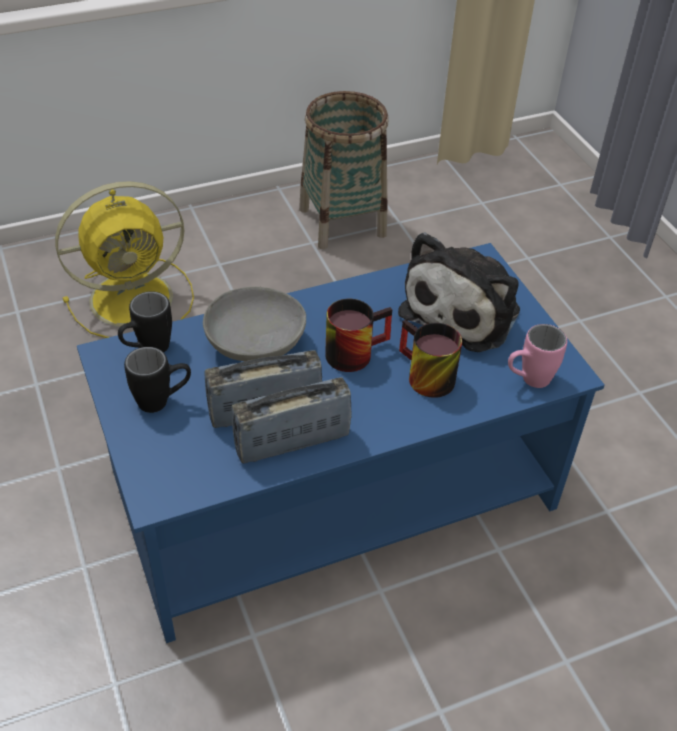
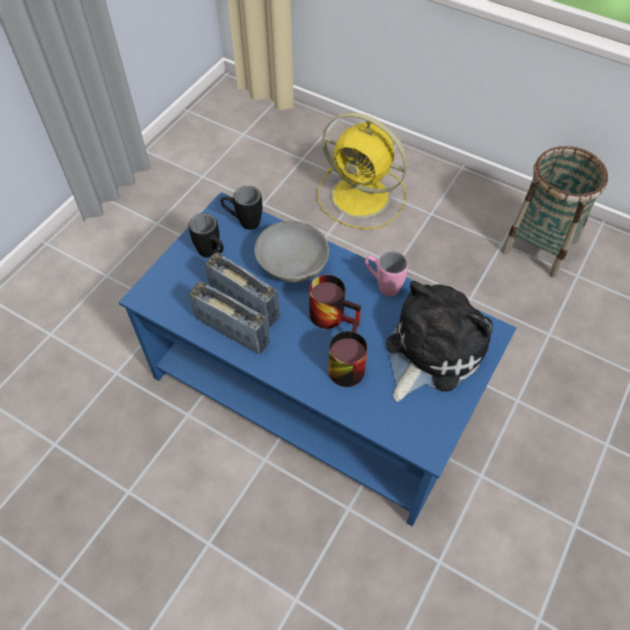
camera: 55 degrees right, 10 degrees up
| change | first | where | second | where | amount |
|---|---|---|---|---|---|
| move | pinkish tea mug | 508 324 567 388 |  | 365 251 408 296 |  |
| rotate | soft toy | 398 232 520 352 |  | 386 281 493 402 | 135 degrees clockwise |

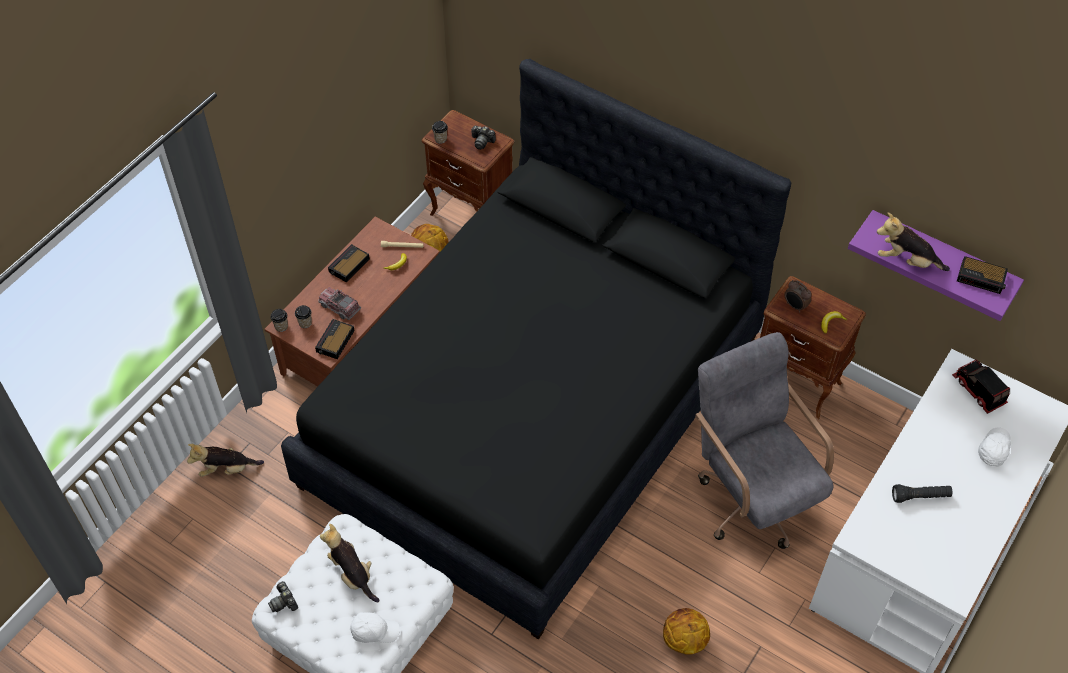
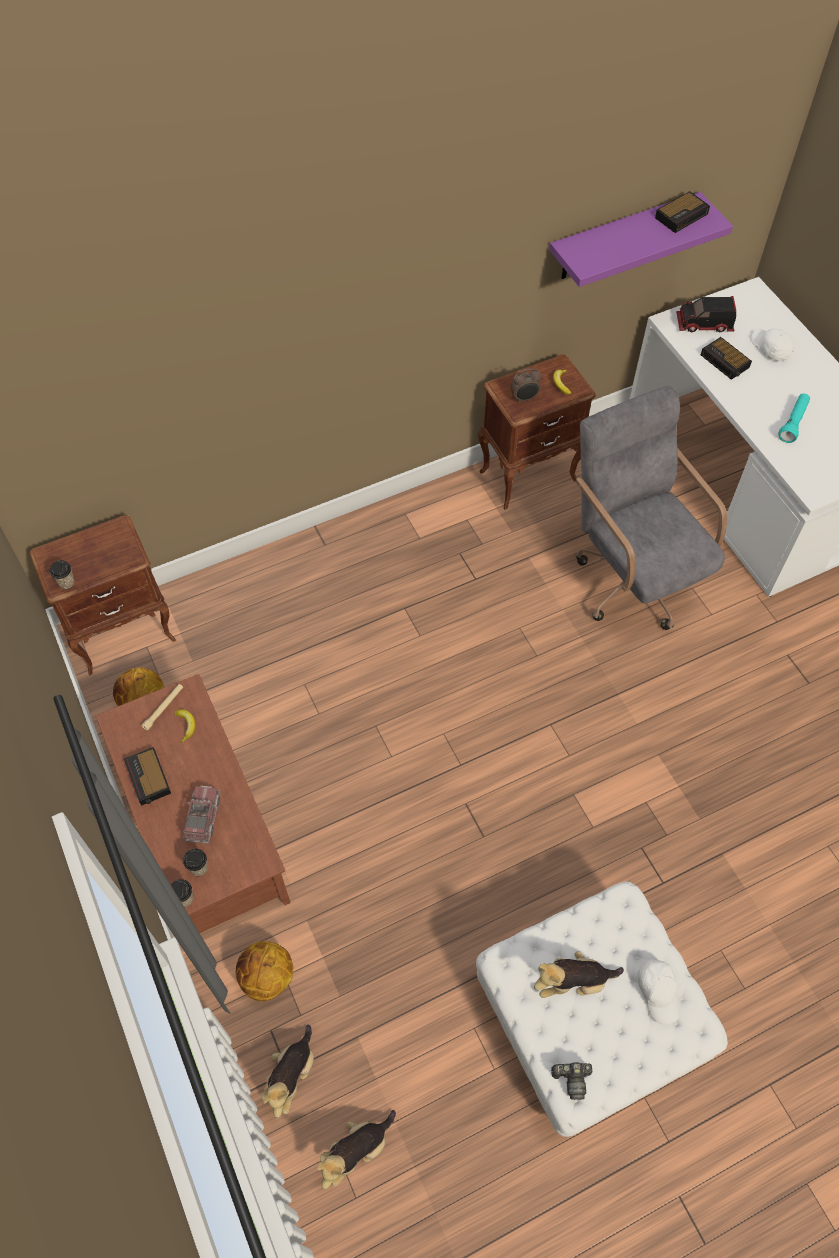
camera: 60 degrees left, 5 degrees up
| change | first | where | second | where | amount |
|---|---|---|---|---|---|
| delete | blackish bed | 281 59 791 640 |  |  |  |
| delete | photo camera | 471 126 496 150 |  |  |  |
| move | table clock | 315 319 355 359 |  | 701 337 752 380 |  |
| move | basketball | 663 608 710 655 |  | 236 941 293 1001 |  |
| move | soft toy | 877 212 950 271 |  | 317 1110 396 1189 |  |
| recolor | blackish flashlight | 892 484 952 503 | blue-green flashlight | 778 394 810 443 |  |
| rotate | toy truck | 318 287 361 320 |  | 183 786 220 844 | 120 degrees clockwise |
| rotate | white-coloured peaked cap | 350 612 400 643 |  | 638 959 680 1025 | 135 degrees clockwise |
| rotate | grey desk chair | 695 332 834 549 |  | 576 386 727 630 | 60 degrees clockwise |

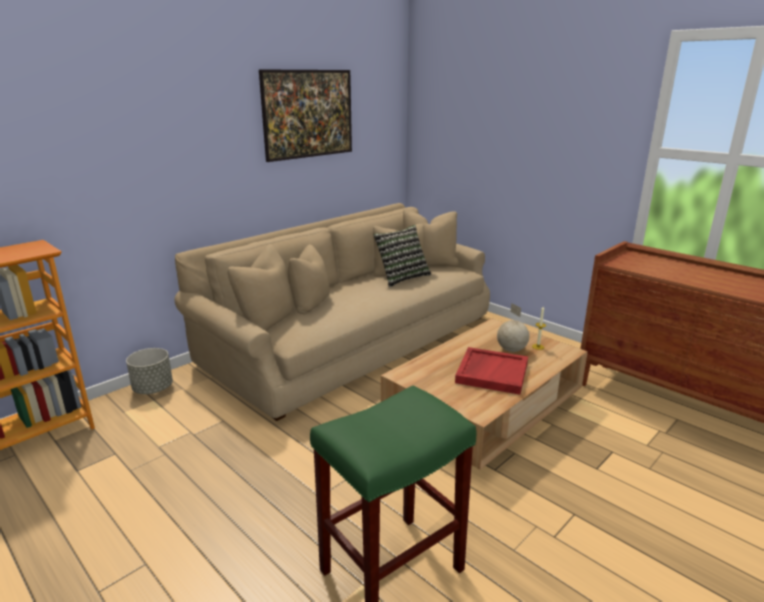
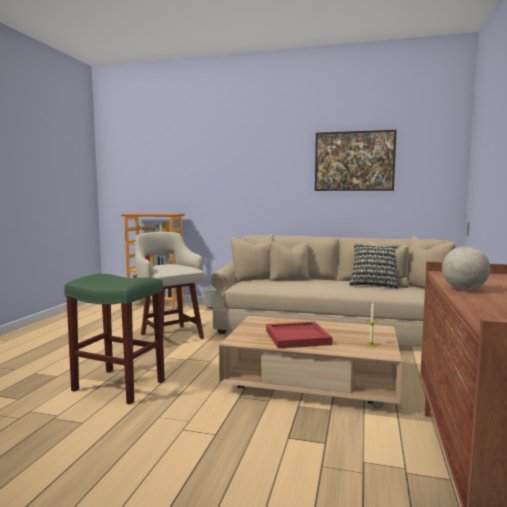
camera: 60 degrees right, 15 degrees down
| change | first | where | second | where | amount |
|---|---|---|---|---|---|
| insert |  |  | sand-coloured sitting stool | 135 232 205 339 |  |
| move | world globe | 497 303 529 352 |  | 442 222 490 290 |  |

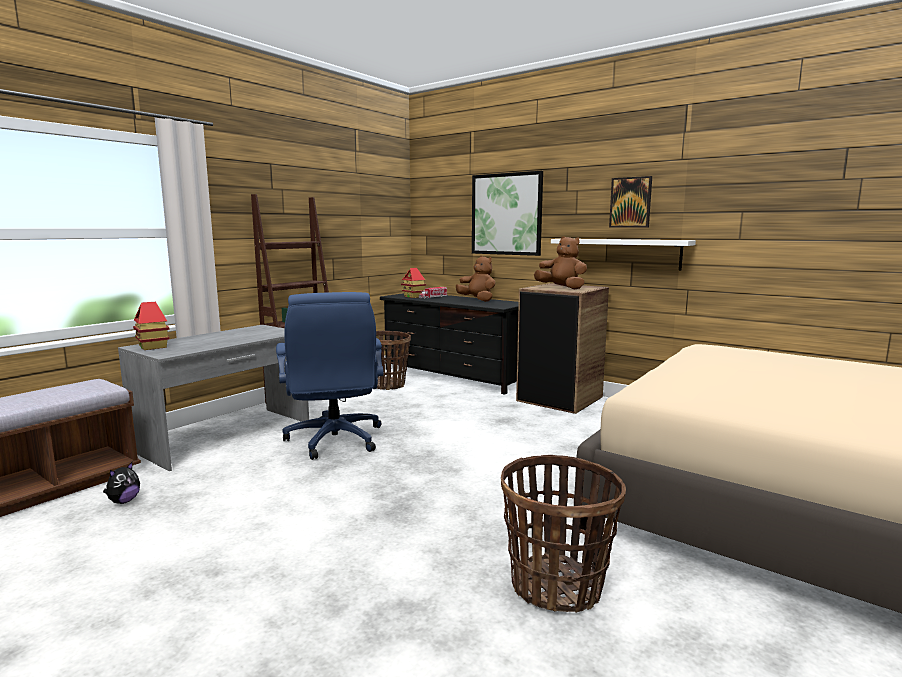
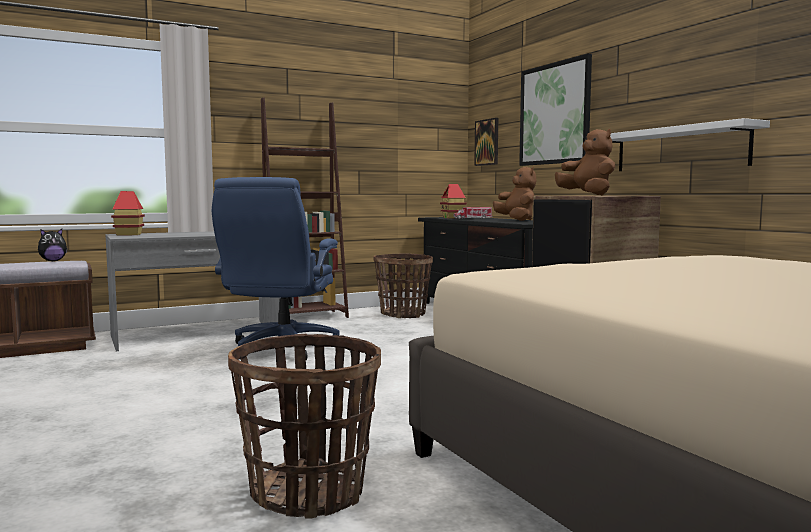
camera: 25 degrees right, 5 degrees down
| change | first | where | second | where | amount |
|---|---|---|---|---|---|
| move | soft toy | 103 462 140 504 |  | 38 229 68 261 |  |
| move | wall picture | 609 176 652 227 |  | 474 118 498 166 |  |

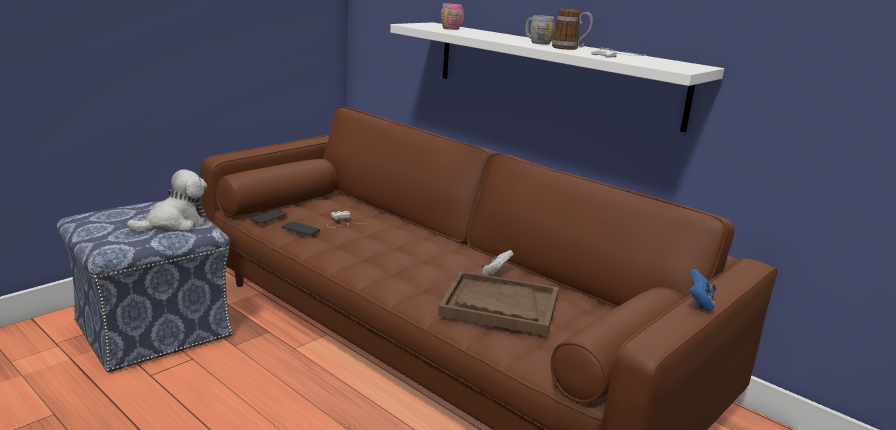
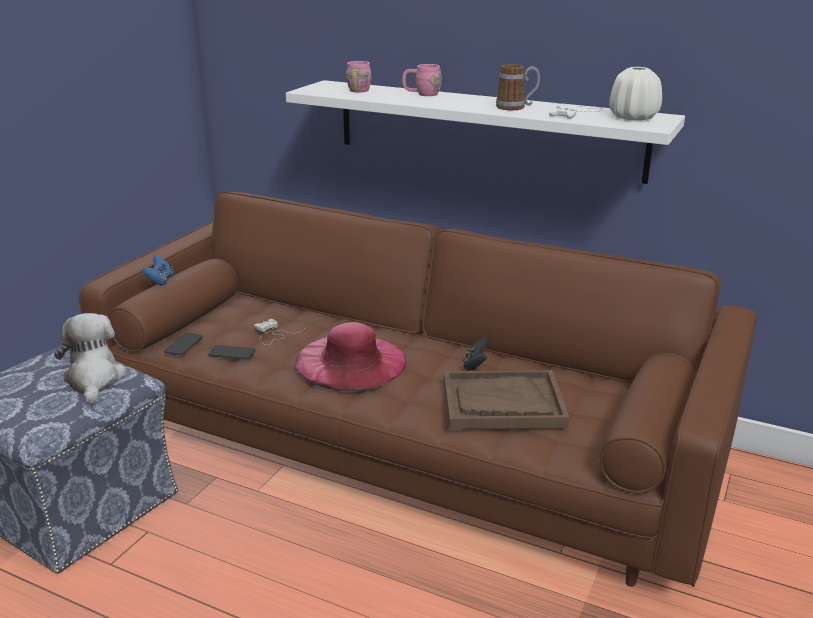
camera: 15 degrees left, 5 degrees up
| change | first | where | second | where | amount |
|---|---|---|---|---|---|
| delete | grey tea mug | 525 15 555 45 |  |  |  |
| insert |  |  | pinkish hat | 295 322 407 391 |  |
| insert |  |  | pinkish tea mug | 402 64 442 96 |  |
| insert |  |  | white-coloured vase | 609 67 662 121 |  |
| move | bluish joypad | 689 269 716 311 |  | 142 255 174 285 |  |
| recolor | white-coloured joypad | 482 250 513 276 | blackish joypad | 463 337 489 371 |  |
| rotate | soft toy | 127 170 207 232 |  | 54 313 126 405 | 45 degrees counterclockwise |

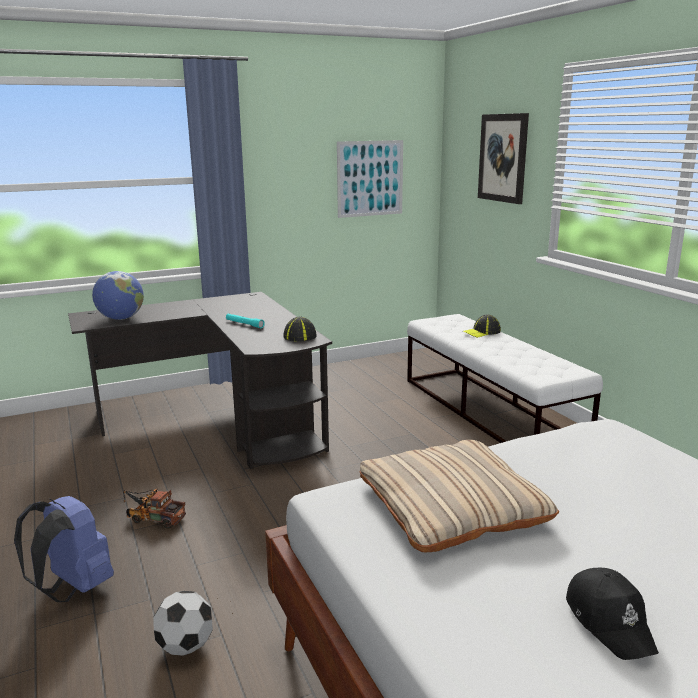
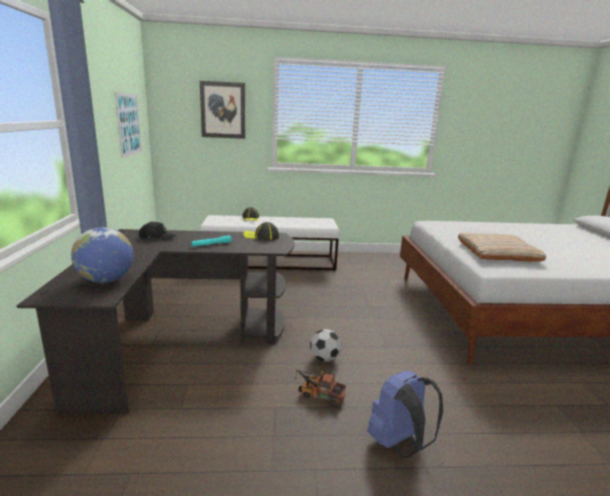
camera: 70 degrees left, 0 degrees up
| change | first | where | second | where | amount |
|---|---|---|---|---|---|
| move | football ball | 153 591 213 656 |  | 310 329 342 362 |  |
| move | blackish peaked cap | 566 568 659 660 |  | 138 222 176 241 |  |
| rotate | toy truck | 123 489 186 529 |  | 295 370 346 406 | 75 degrees clockwise |

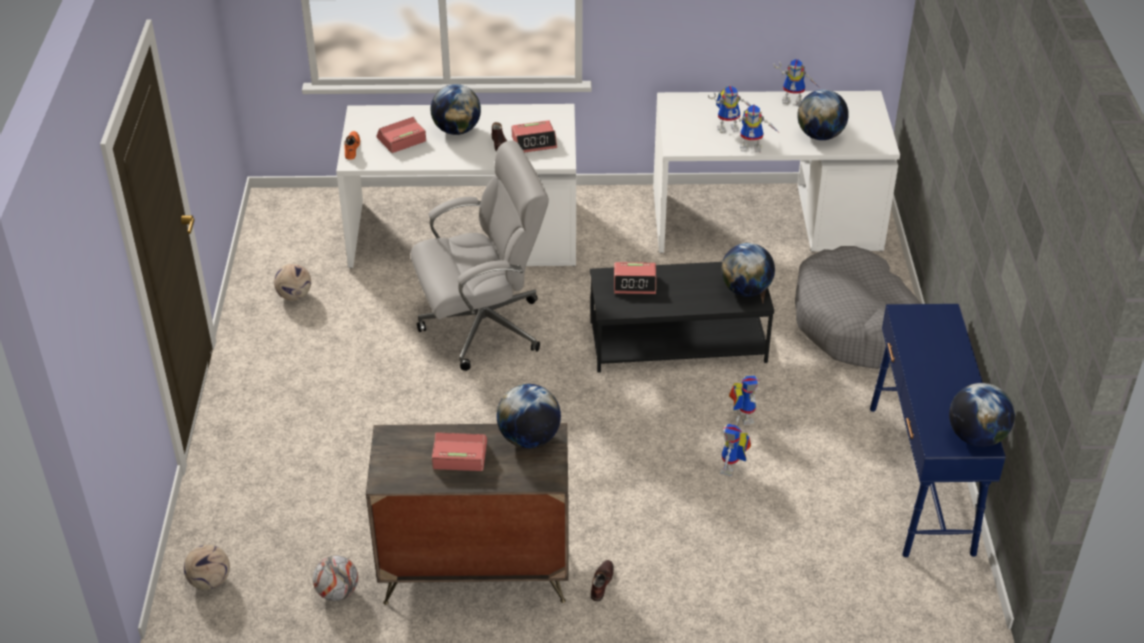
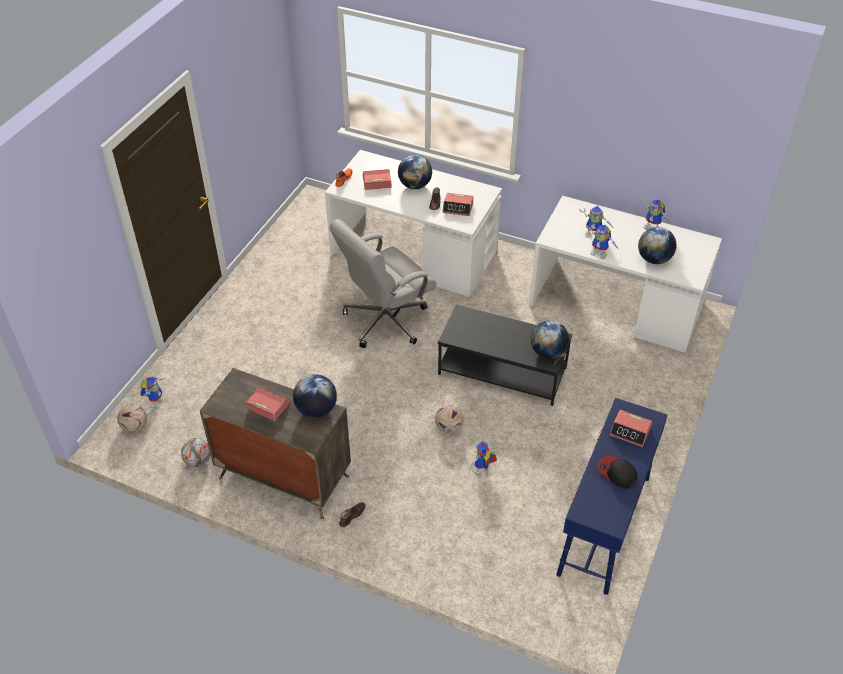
camera: 25 degrees right, 5 degrees up
| change | first | where | second | where | amount |
|---|---|---|---|---|---|
| delete | grey pet bed | 795 246 921 369 |  |  |  |
| delete | world globe | 949 383 1015 447 |  |  |  |
| insert |  |  | peaked cap | 597 455 638 489 |  |
| move | football ball | 274 264 311 301 |  | 435 405 463 433 |  |
| move | table clock | 614 262 656 294 |  | 610 410 652 447 |  |
| move | toy robot | 729 375 760 425 |  | 141 376 165 409 |  |
| rotate | grey desk chair | 410 141 549 371 |  | 330 219 437 348 | 135 degrees clockwise |

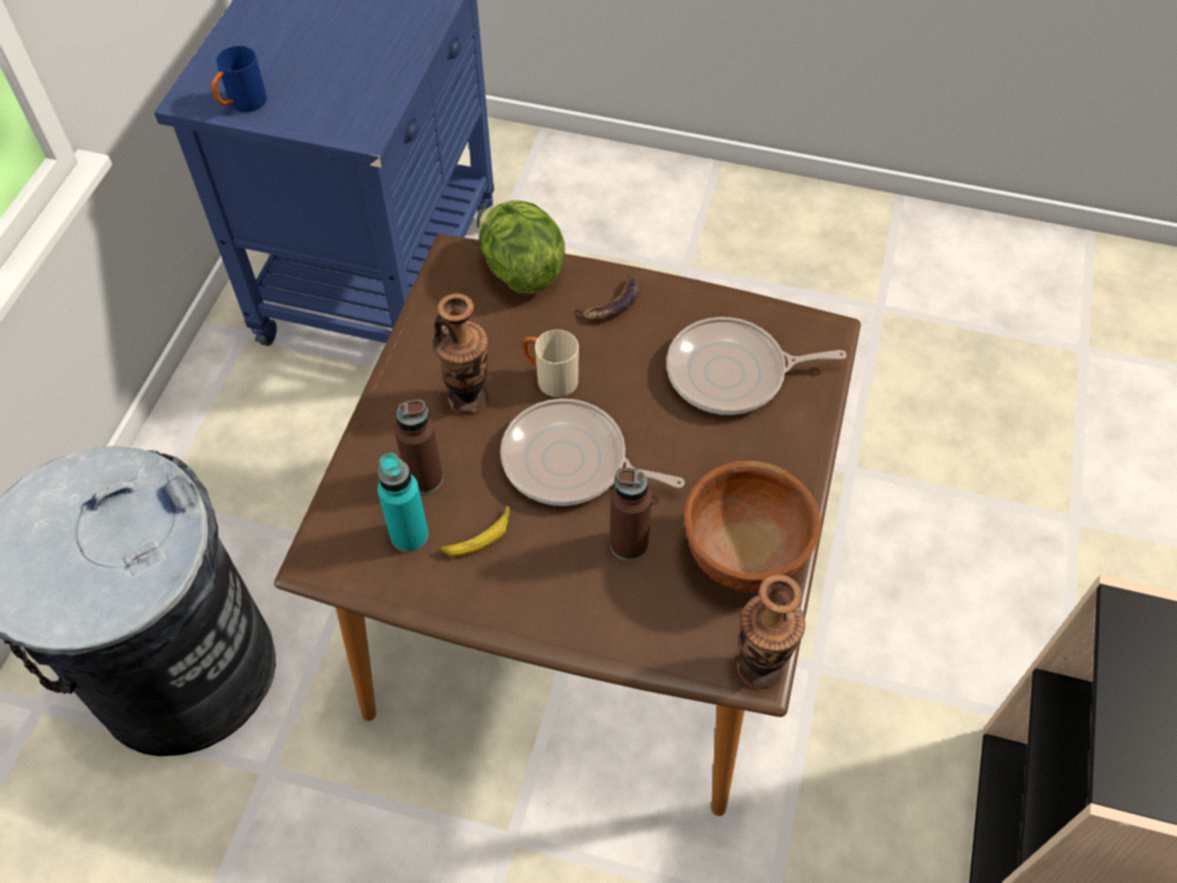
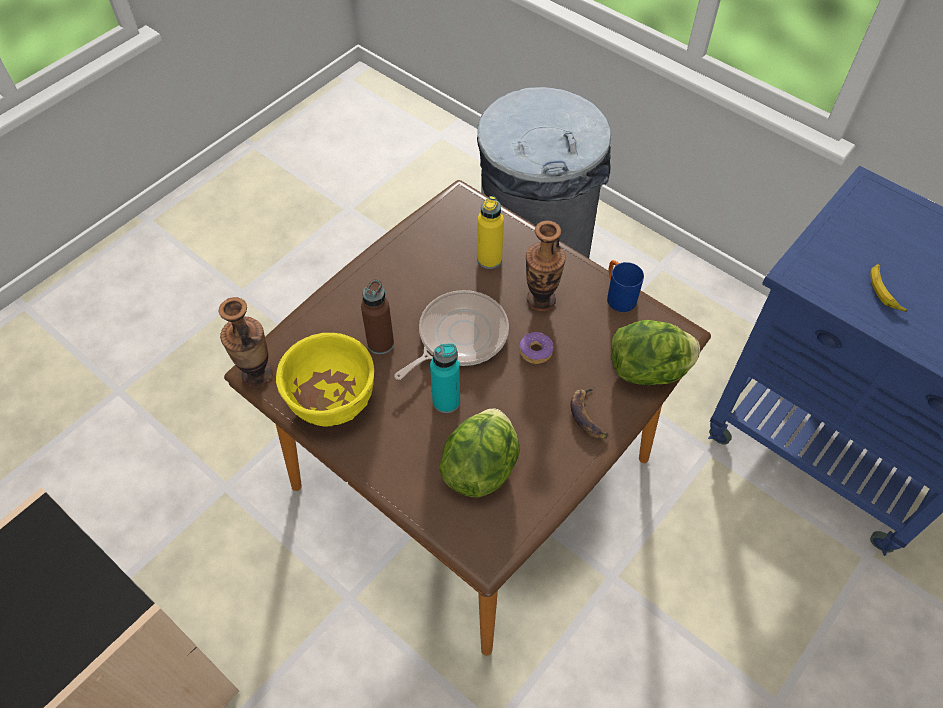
camera: 115 degrees right, 0 degrees up
| change | first | where | second | where | amount |
|---|---|---|---|---|---|
| move | bluish tea mug | 212 46 267 112 |  | 607 260 644 312 |  |
| move | blue-green drink bottle | 377 453 429 552 |  | 430 343 460 413 |  |
| move | banana fruit | 440 505 510 557 |  | 870 264 908 312 |  |
| replace | sand-coloured tea mug | 523 330 579 397 | doughnut | 519 332 553 364 |  |
| replace | pan | 667 317 847 415 | head of lettuce | 438 408 520 497 |  |
| recolor | brown-coloured drink bottle | 394 399 443 494 | yellow-coloured drink bottle | 477 196 504 269 |  |
| recolor | brown-coloured bowl | 684 461 821 592 | yellow-coloured bowl | 276 333 374 426 |  |

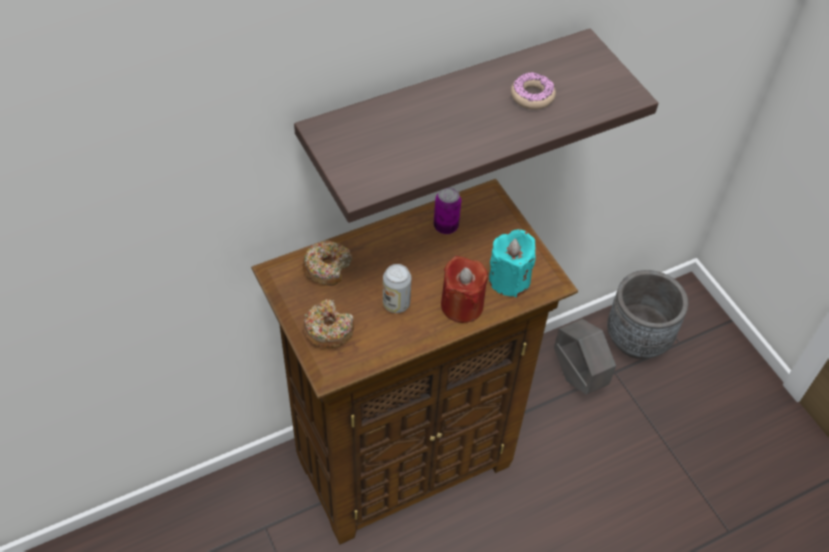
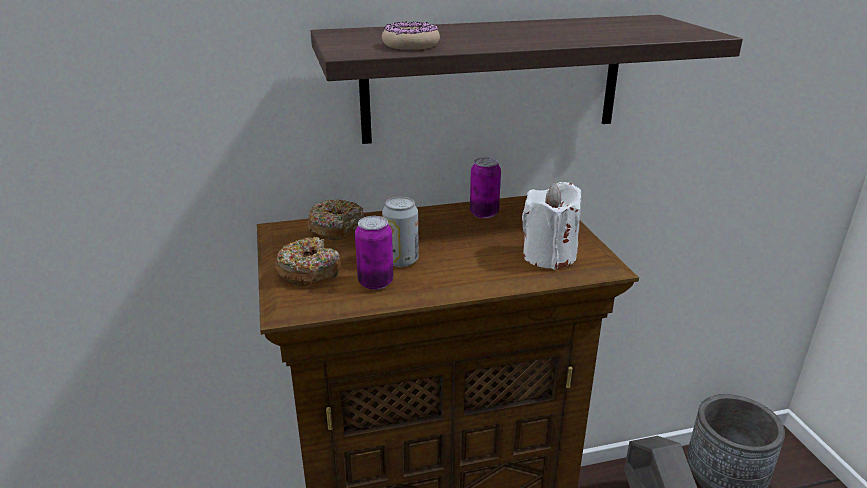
camera: 15 degrees right, 25 degrees down
| change | first | where | second | where | amount |
|---|---|---|---|---|---|
| delete | reddish wax light | 441 256 488 323 |  |  |  |
| insert |  |  | sealed can | 355 216 393 290 |  |
| move | doughnut | 511 72 556 110 |  | 382 21 440 50 |  |
| recolor | blue-green wax light | 489 229 536 297 | white-coloured wax light | 522 182 582 270 |  |

